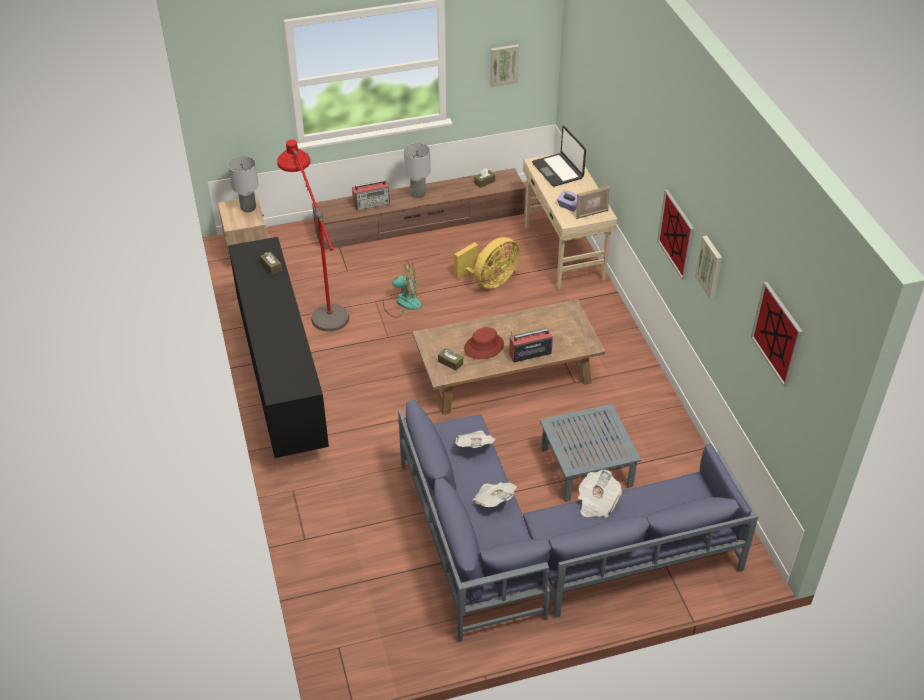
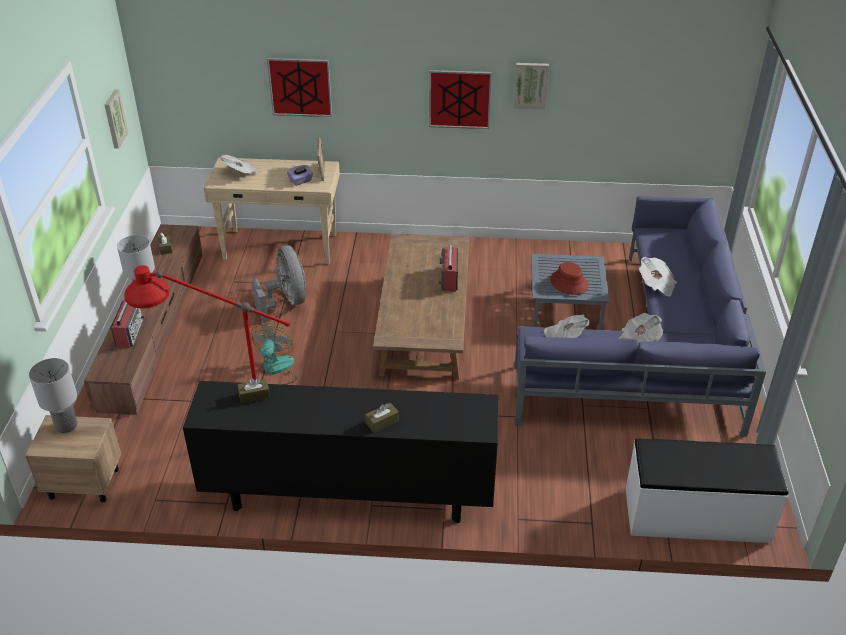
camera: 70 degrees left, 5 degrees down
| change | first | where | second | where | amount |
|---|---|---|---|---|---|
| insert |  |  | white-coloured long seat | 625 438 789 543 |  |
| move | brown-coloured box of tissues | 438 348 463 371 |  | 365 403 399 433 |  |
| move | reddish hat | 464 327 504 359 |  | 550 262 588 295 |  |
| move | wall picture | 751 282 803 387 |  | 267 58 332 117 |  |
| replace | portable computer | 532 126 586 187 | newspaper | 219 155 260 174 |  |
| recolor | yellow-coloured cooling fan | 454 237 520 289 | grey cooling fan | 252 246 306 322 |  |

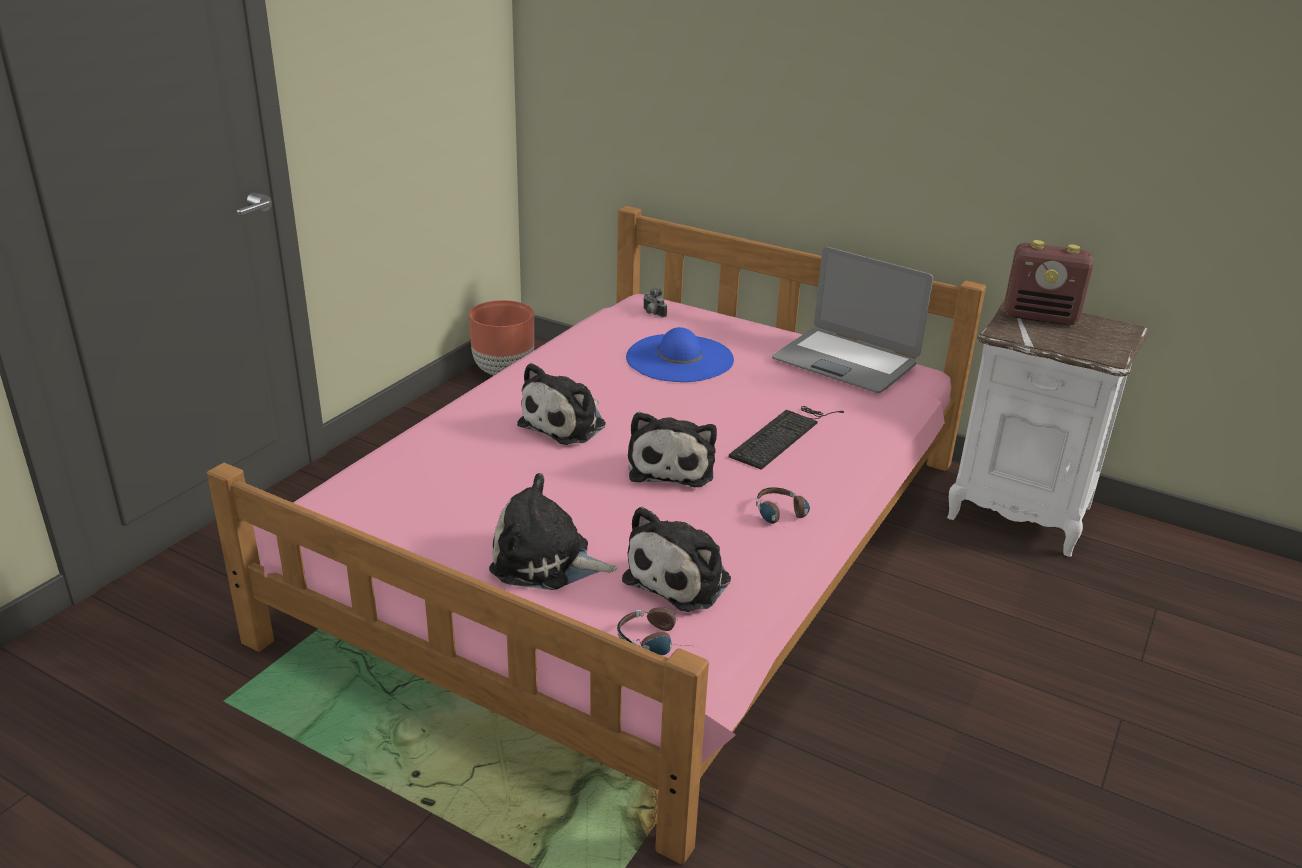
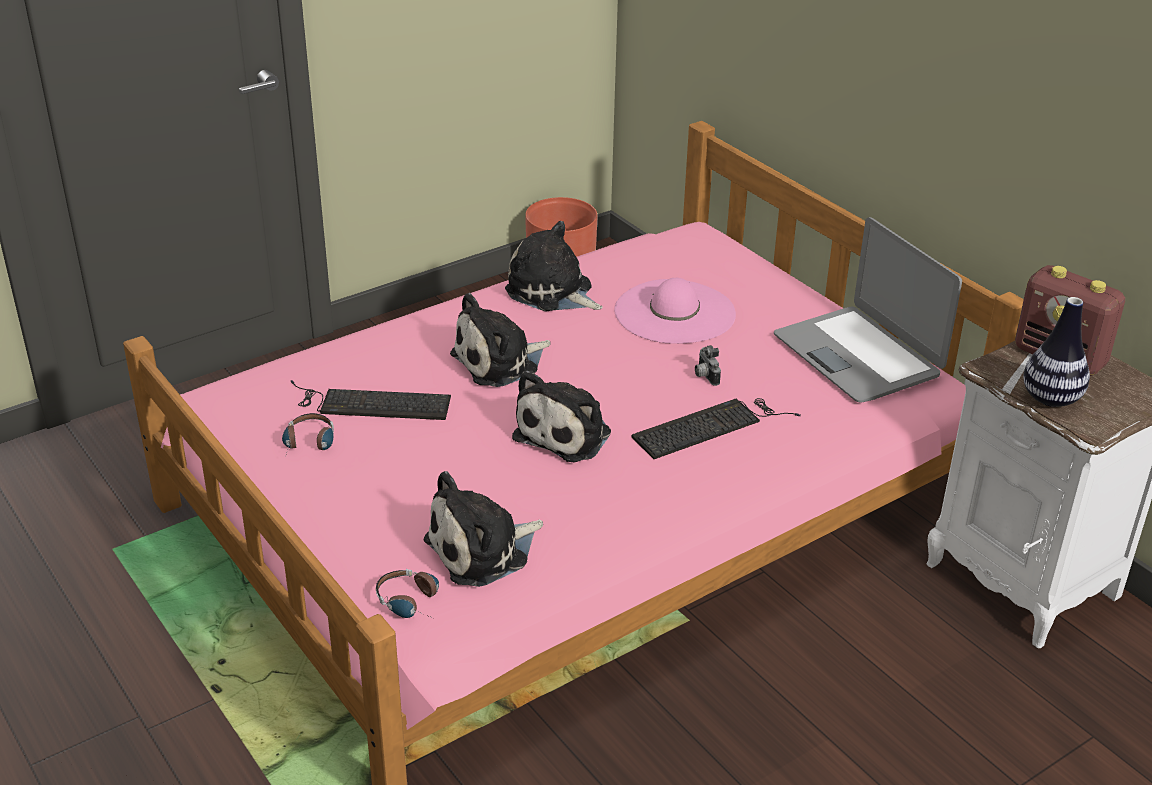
camera: 25 degrees right, 5 degrees up
| change | first | where | second | where | amount |
|---|---|---|---|---|---|
| insert |  |  | computer keyboard | 291 380 451 420 |  |
| insert |  |  | vase | 1023 297 1090 407 |  |
| move | soft toy | 489 473 618 590 |  | 505 221 603 311 |  |
| move | photo camera | 643 288 667 318 |  | 695 345 721 386 |  |
| move | headphones | 756 487 810 529 |  | 282 413 334 458 |  |
| recolor | bluish hat | 626 327 734 382 | pinkish hat | 614 278 736 344 |  |

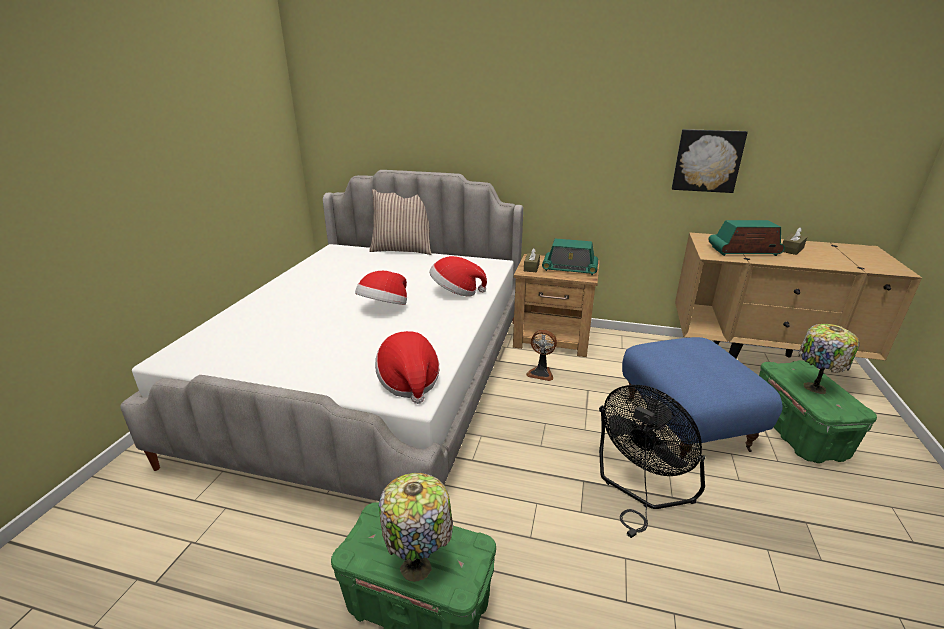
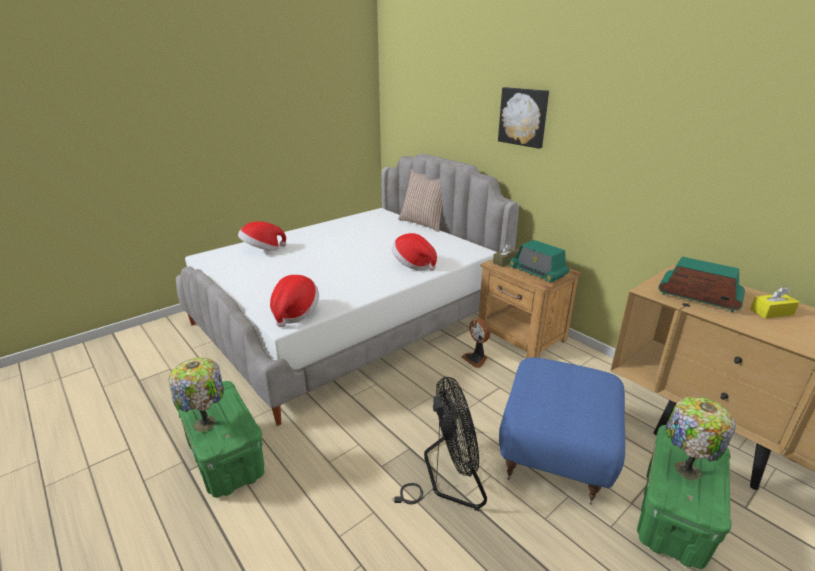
camera: 35 degrees right, 0 degrees up
| change | first | where | second | where | amount |
|---|---|---|---|---|---|
| move | hat | 355 271 407 305 |  | 238 221 286 251 |  |
| move | wall picture | 672 129 748 193 |  | 498 87 549 149 |  |
| recolor | brown-coloured box of tissues | 782 227 807 255 | yellow-coloured box of tissues | 750 286 800 318 |  |

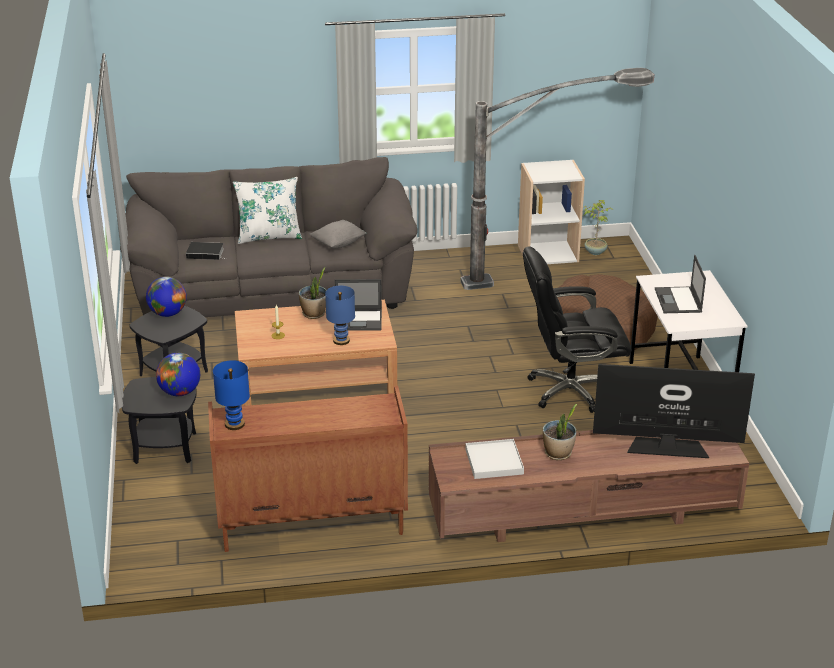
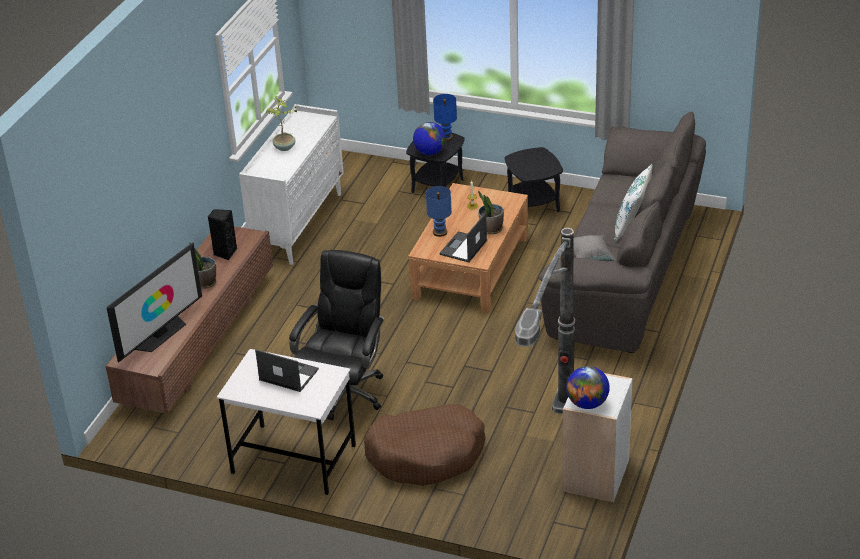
camera: 120 degrees right, 5 degrees up
| change | first | where | second | where | amount |
|---|---|---|---|---|---|
| delete | volume | 186 242 226 260 |  |  |  |
| move | world globe | 146 277 187 317 |  | 566 366 610 409 |  |
| move | bluish tabletop lamp | 213 360 250 430 |  | 433 94 457 141 |  |
| move | plant in a pot | 583 200 614 255 |  | 266 95 297 151 |  |
| replace | white-coloured tray | 465 439 524 479 | blackish speaker | 208 209 237 260 |  |
| recolor | brown-coloured storage cabinet | 208 386 408 552 | white-coloured storage cabinet | 239 104 344 265 |  |

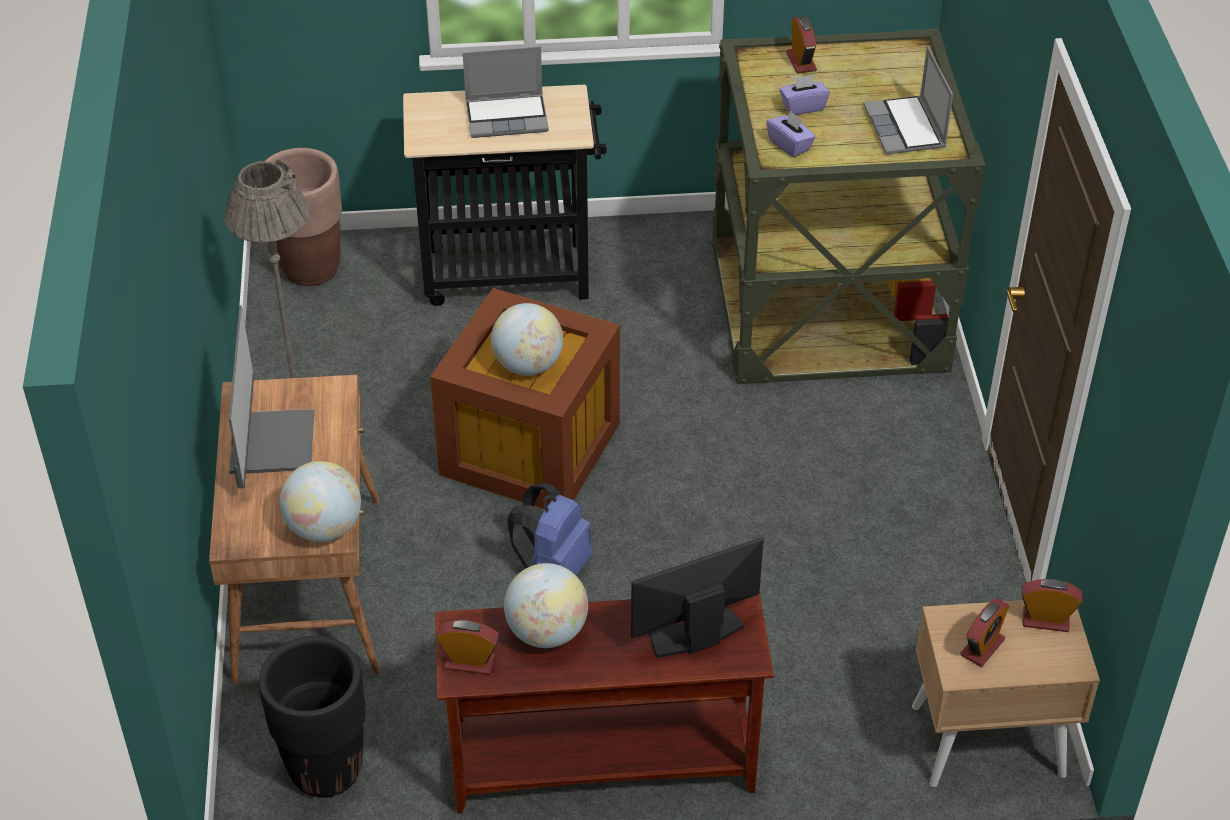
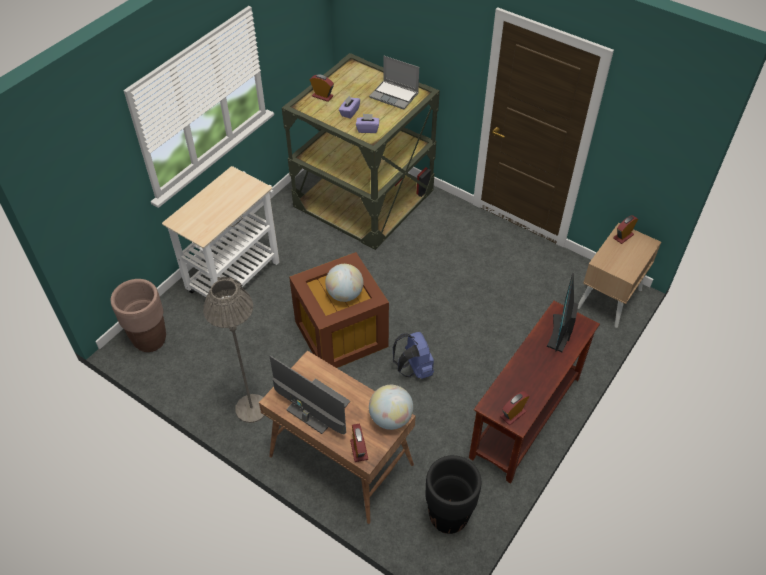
camera: 50 degrees left, 5 degrees up
| change | first | where | second | where | amount |
|---|---|---|---|---|---|
| delete | portable computer | 463 46 549 138 |  |  |  |
| delete | world globe | 504 563 588 648 |  |  |  |
| move | table clock | 960 598 1009 667 |  | 350 424 368 462 |  |
| recolor | blackish cart | 403 85 607 306 | white-coloured cart | 162 166 280 299 |  |

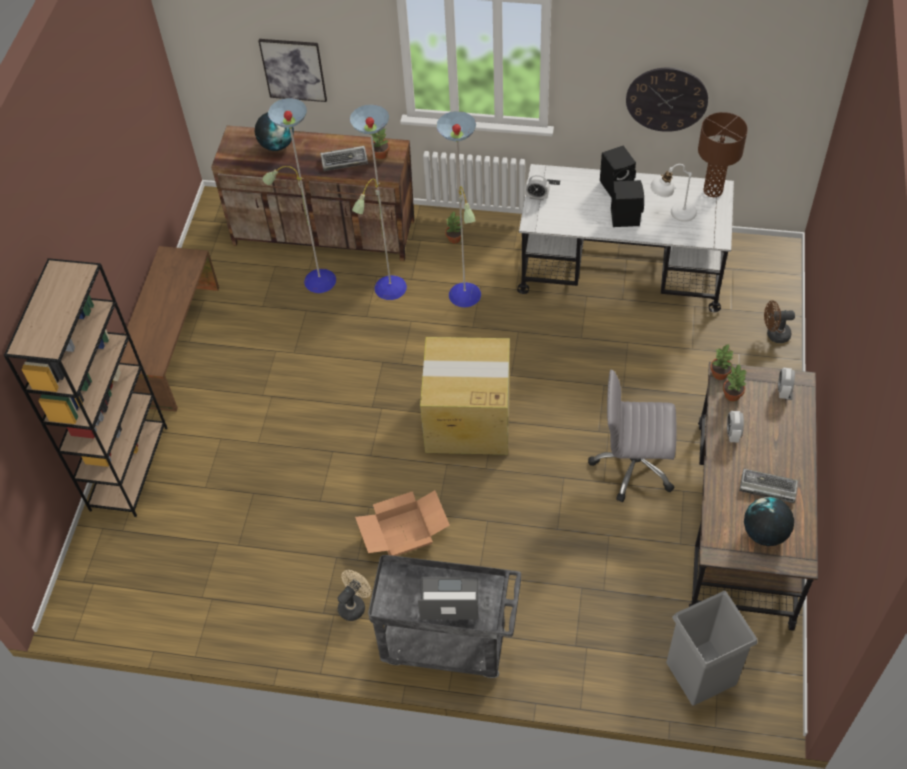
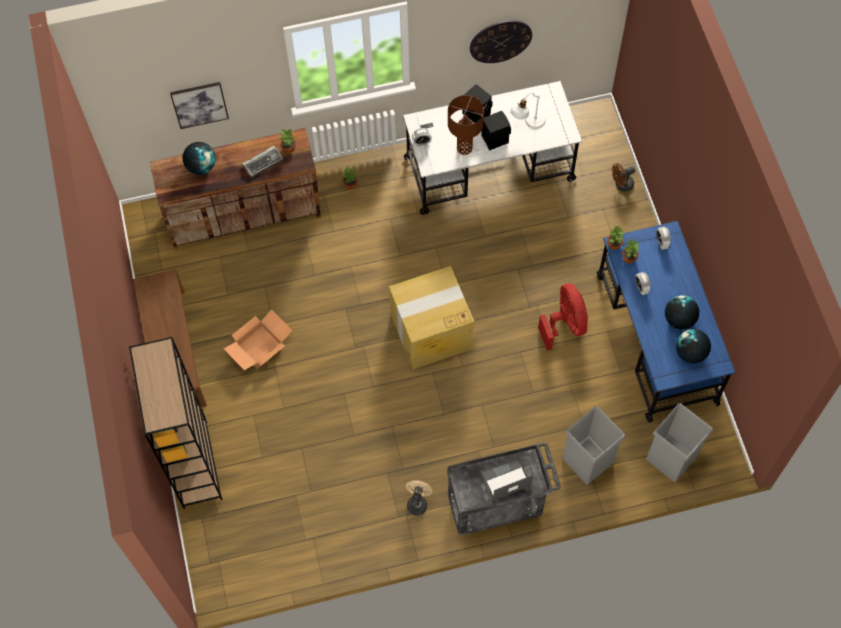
camera: 25 degrees left, 10 degrees up
| change | first | where | second | where | amount |
|---|---|---|---|---|---|
| delete | standard lamp | 262 98 481 307 |  |  |  |
| insert |  |  | grey rubbish bin | 562 406 626 485 |  |
| move | packing box | 355 490 450 556 |  | 224 309 293 370 |  |
| move | brown-coloured tabletop lamp | 698 112 748 197 |  | 448 95 484 155 |  |
| replace | grey desk chair | 588 370 677 502 | reddish cooling fan | 538 283 588 350 |  |
| replace | computer keyboard | 739 469 798 503 | world globe | 665 295 699 330 |  |
| recolor | brown-coloured desk | 689 362 818 631 | bluish desk | 597 221 736 423 |  |

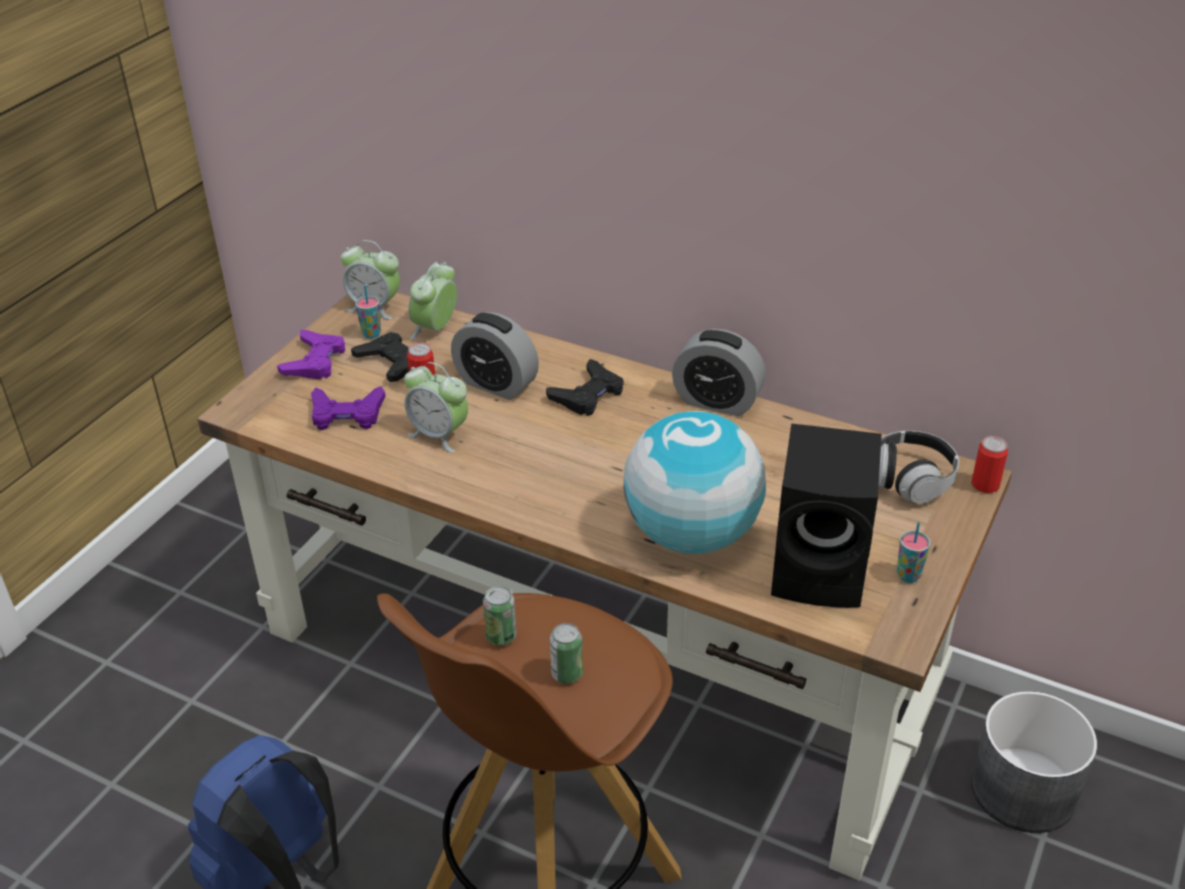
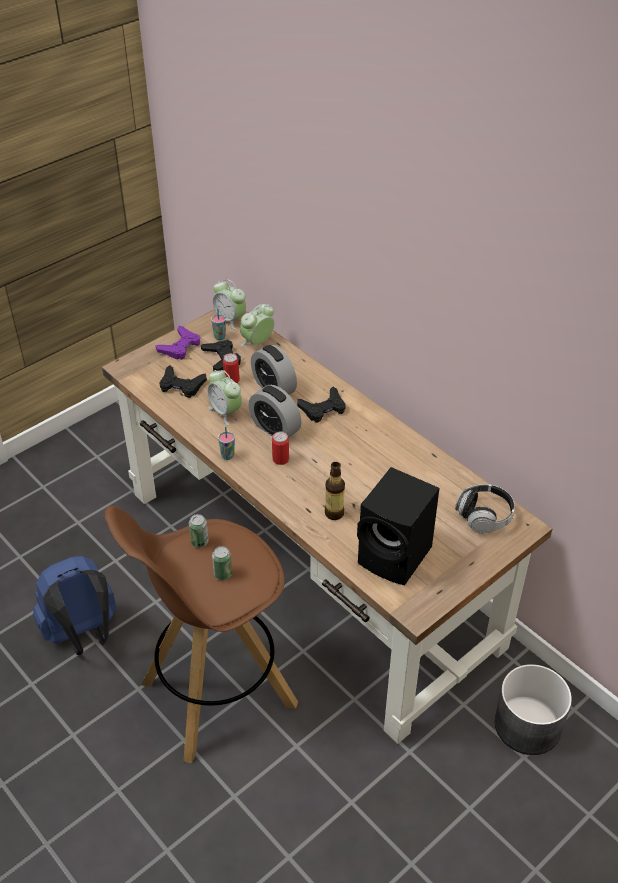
camera: 20 degrees right, 5 degrees up
| change | first | where | second | where | amount |
|---|---|---|---|---|---|
| move | table clock | 672 329 766 416 |  | 249 385 302 438 |  |
| move | small cup | 897 522 931 583 |  | 218 427 235 460 |  |
| move | sealed can | 971 436 1008 493 |  | 272 431 289 465 |  |
| replace | world globe | 623 411 766 554 | drink bottle | 325 462 345 520 |  |
| recolor | purple joypad | 311 386 386 430 | blackish joypad | 160 365 207 398 |  |

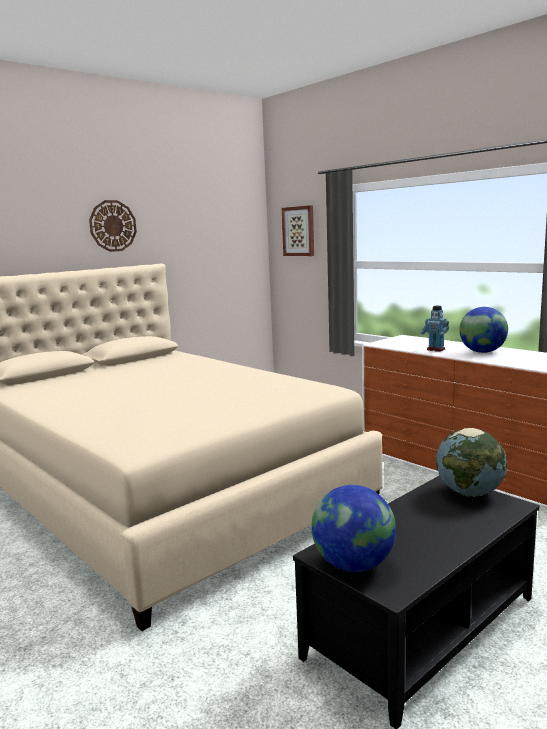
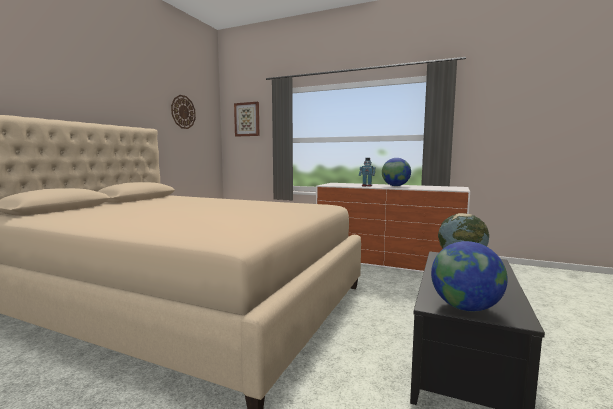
camera: 25 degrees left, 5 degrees down
| change | first | where | second | where | amount |
|---|---|---|---|---|---|
| move | clock on the wall | 89 200 137 252 |  | 171 95 196 129 |  |

